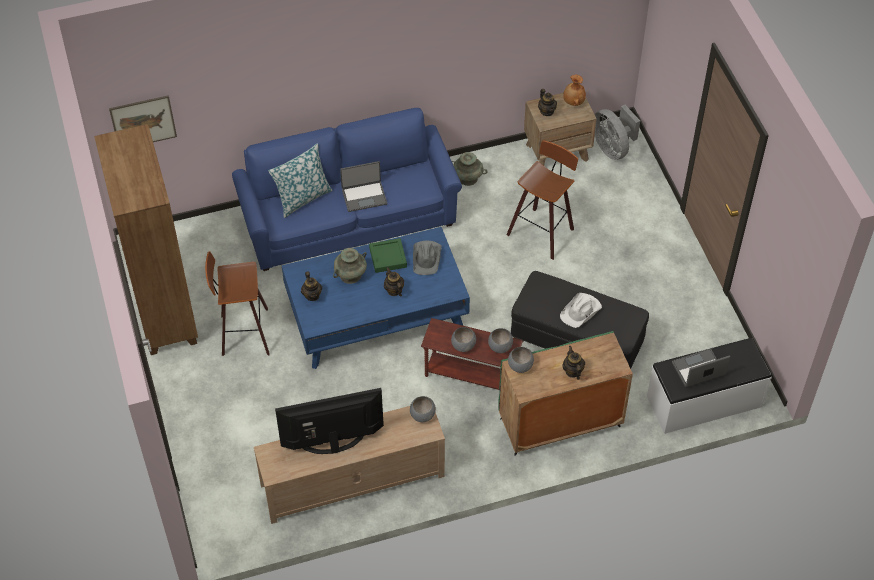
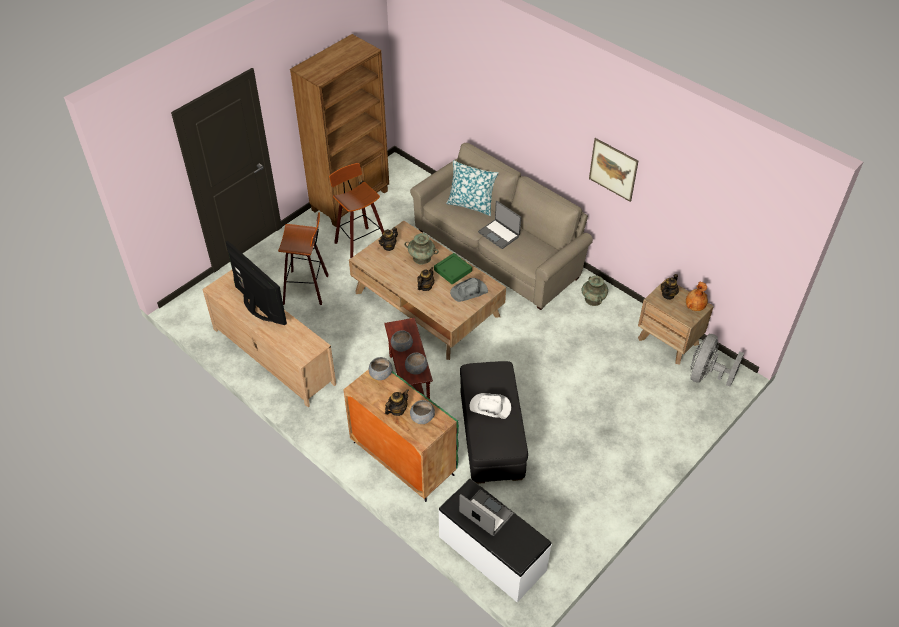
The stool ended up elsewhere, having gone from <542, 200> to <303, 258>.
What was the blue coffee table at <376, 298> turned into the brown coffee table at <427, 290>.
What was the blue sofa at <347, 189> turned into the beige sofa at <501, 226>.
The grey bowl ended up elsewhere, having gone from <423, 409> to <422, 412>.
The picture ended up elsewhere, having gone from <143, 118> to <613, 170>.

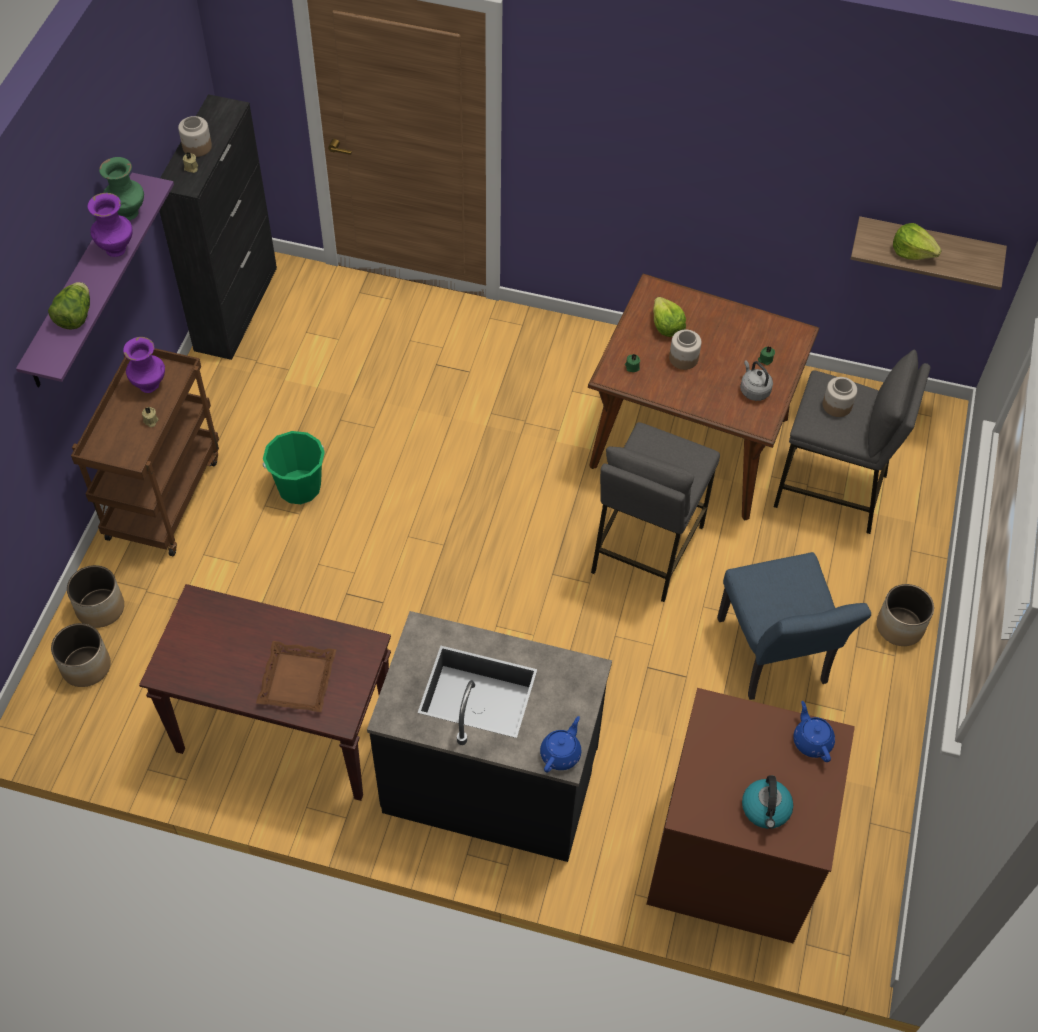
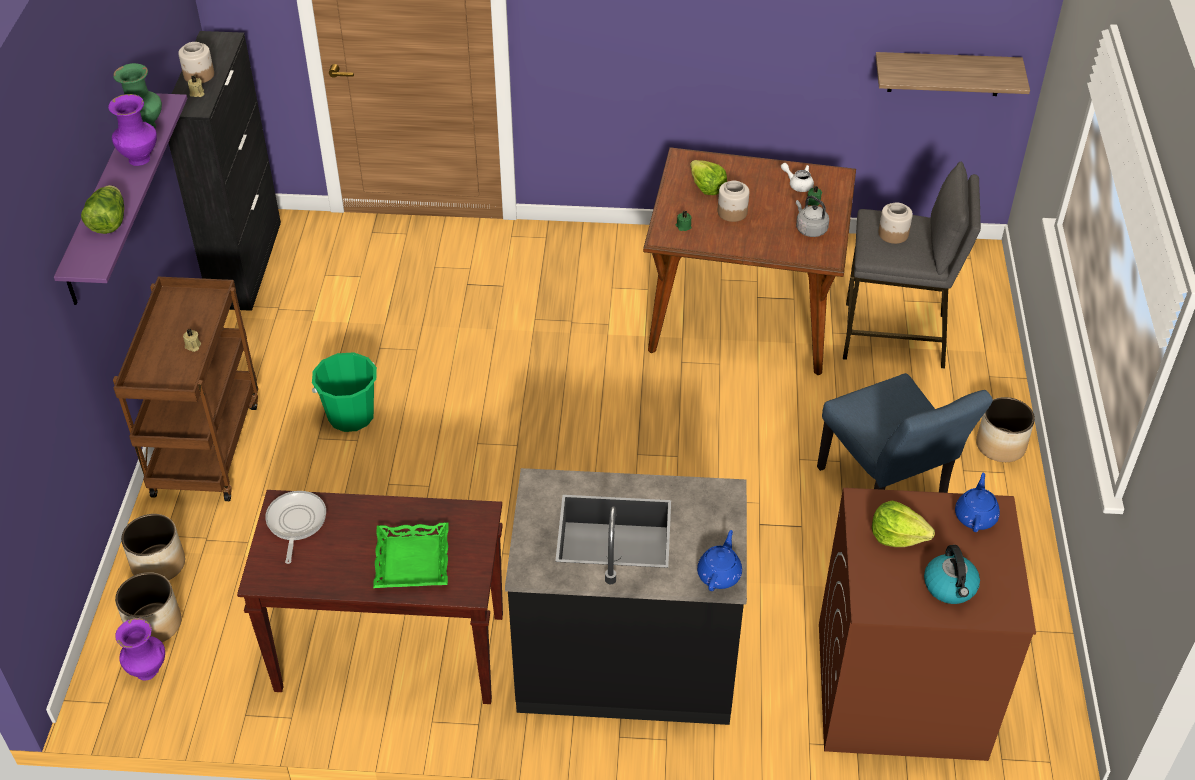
The purple vase ended up elsewhere, having gone from <144, 365> to <140, 649>.
The second view gained the frying pan at <295, 527>.
What was the brown tray at <296, 676> turned into the green tray at <411, 555>.
The second view gained the white teapot at <797, 177>.
The lettuce ended up elsewhere, having gone from <917, 241> to <903, 524>.
The blue teapot at <814, 731> ended up facing another way, 45 degrees clockwise from before.
The second view lost the grey stool at <655, 512>.

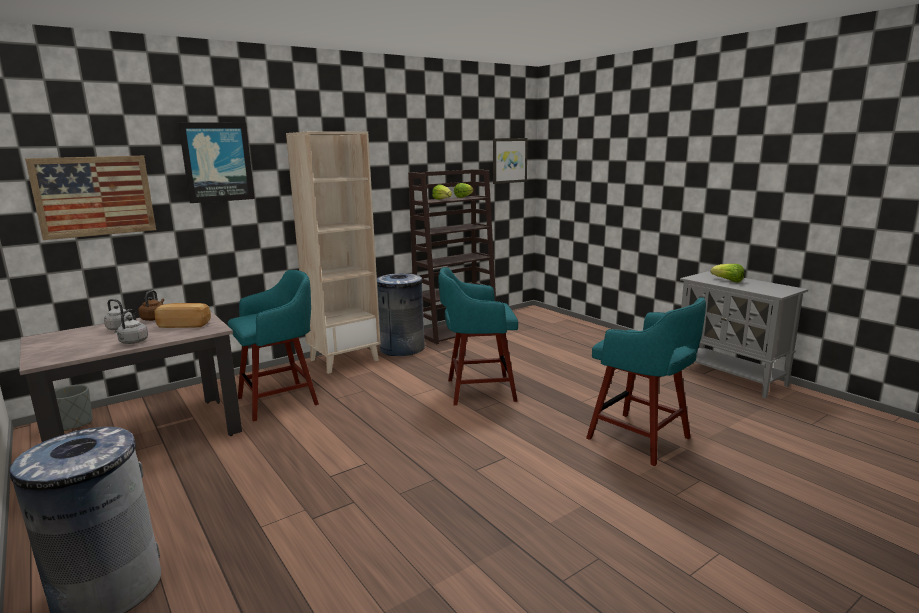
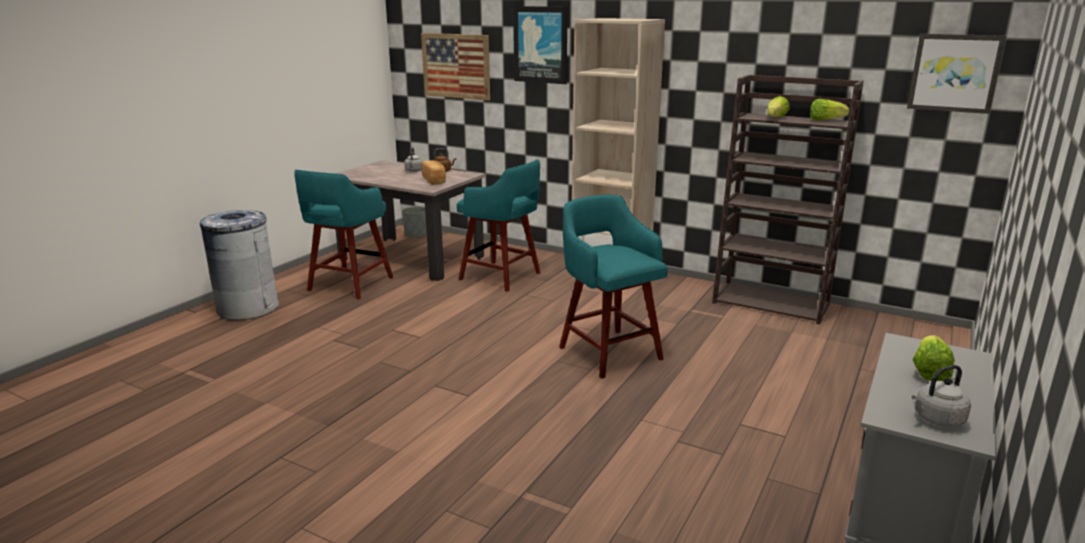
The turquoise stool ended up elsewhere, having gone from <646, 381> to <343, 234>.
The grey kettle ended up elsewhere, having gone from <131, 326> to <941, 396>.
The second view lost the grey trash can at <401, 314>.

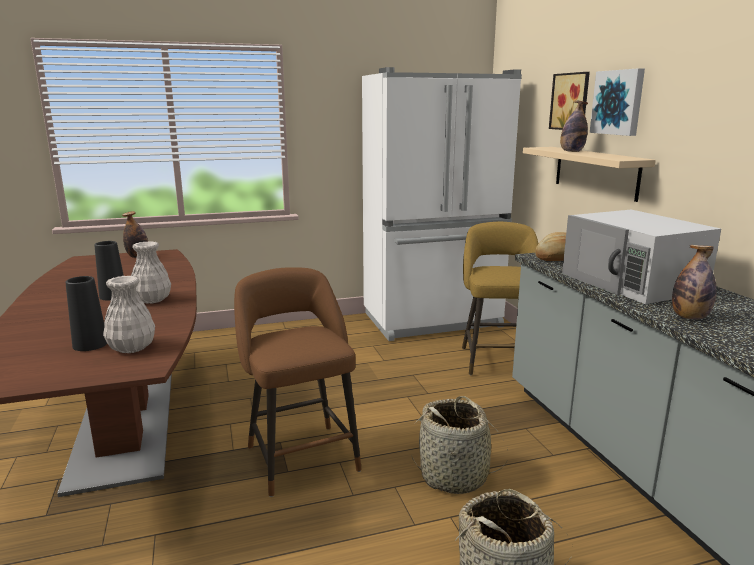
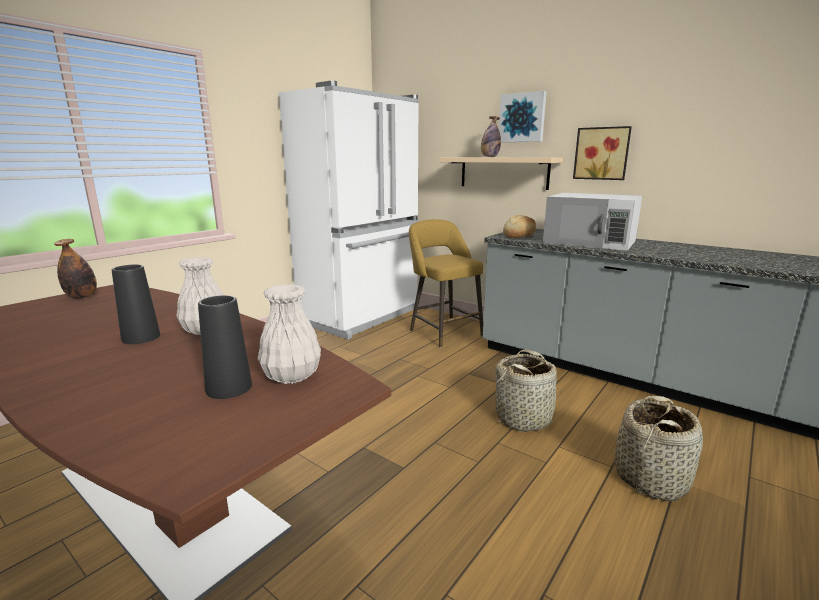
The picture ended up elsewhere, having gone from <569, 101> to <602, 153>.
The second view lost the brown stool at <298, 382>.
The second view lost the bottle at <694, 282>.

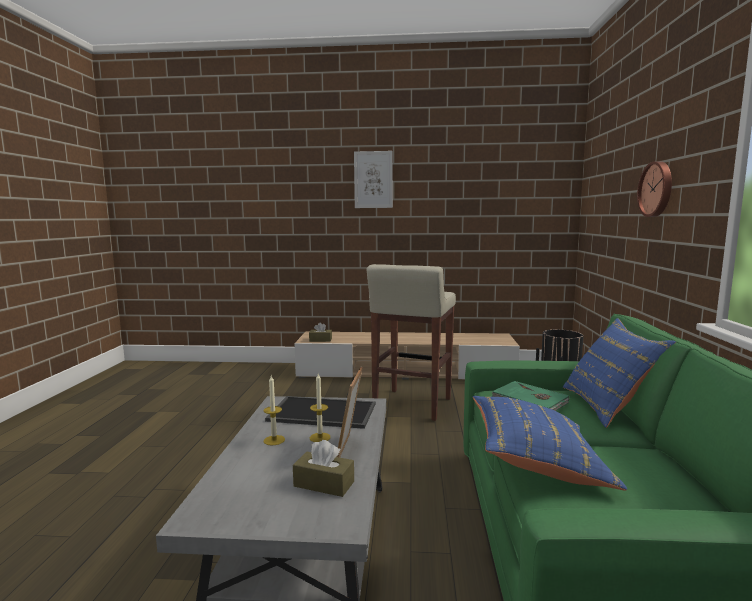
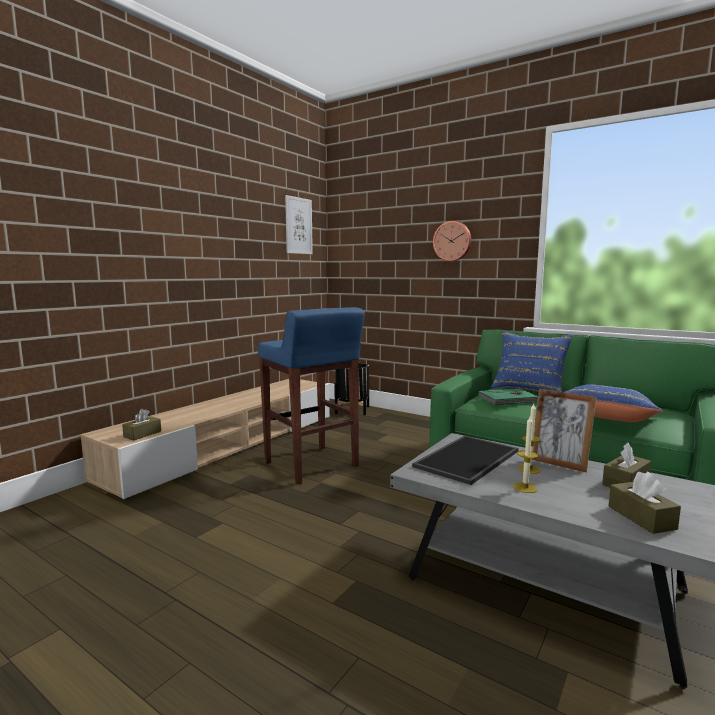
What was the beige stool at <411, 342> turned into the blue stool at <311, 395>.
The picture ended up elsewhere, having gone from <373, 179> to <299, 224>.
The second view gained the brown tissue box at <645, 503>.

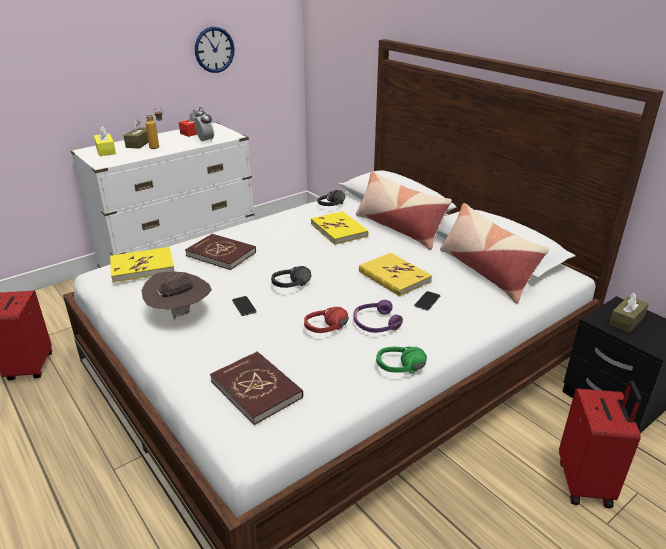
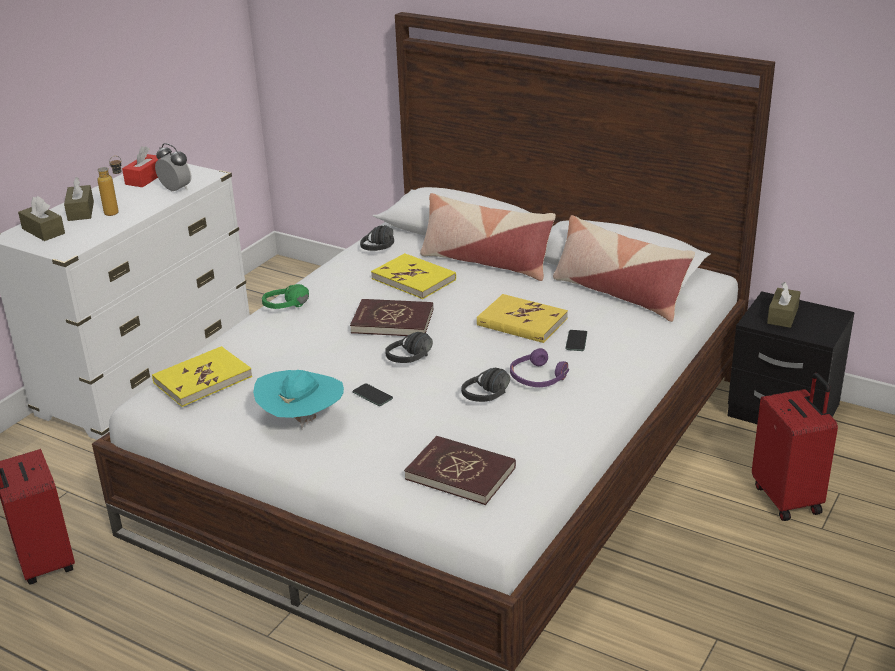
What was the yellow tissue box at <105, 141> turned into the brown tissue box at <41, 218>.
What was the brown hat at <176, 295> turned into the turquoise hat at <298, 400>.
The green headphones ended up elsewhere, having gone from <401, 360> to <285, 296>.
The red book ended up elsewhere, having gone from <220, 252> to <391, 317>.
What was the red headphones at <326, 320> turned into the black headphones at <485, 385>.
The second view lost the wall clock at <215, 50>.

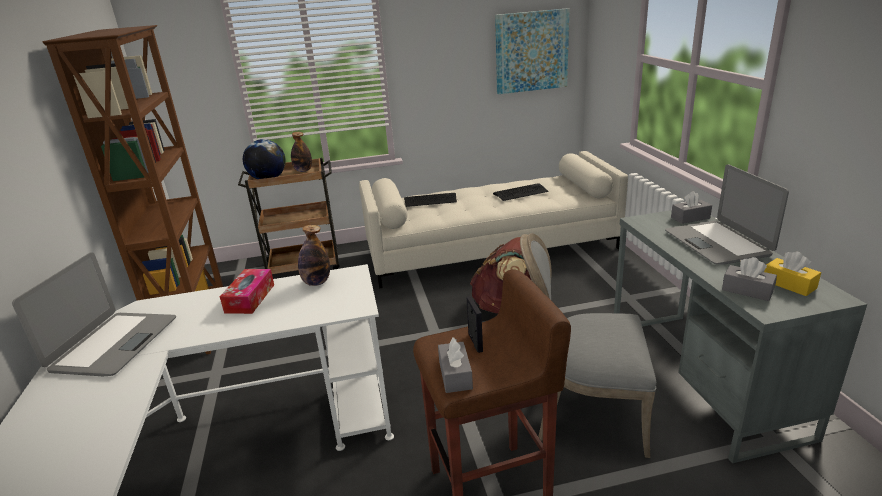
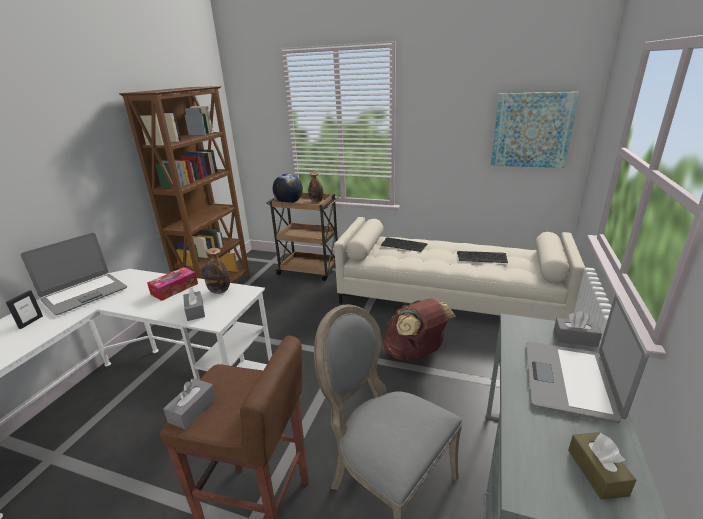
The picture frame ended up elsewhere, having gone from <475, 324> to <24, 309>.
The grey tissue box ended up elsewhere, having gone from <749, 279> to <194, 304>.
What was the yellow tissue box at <792, 273> turned into the brown tissue box at <602, 466>.

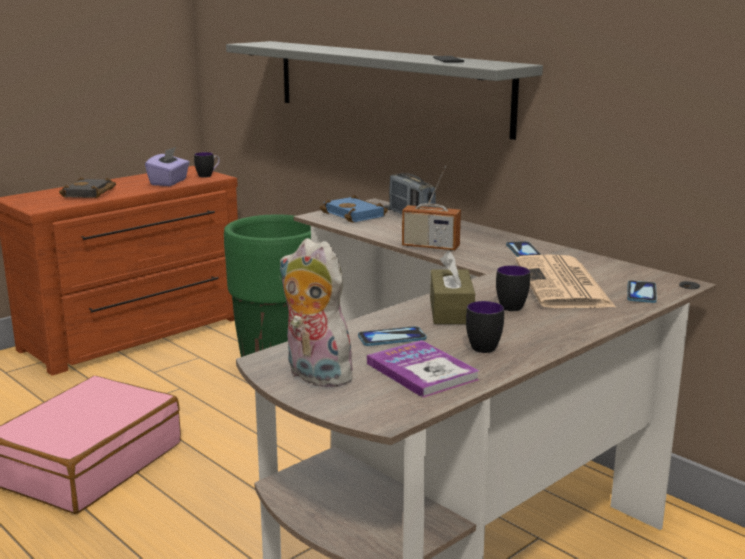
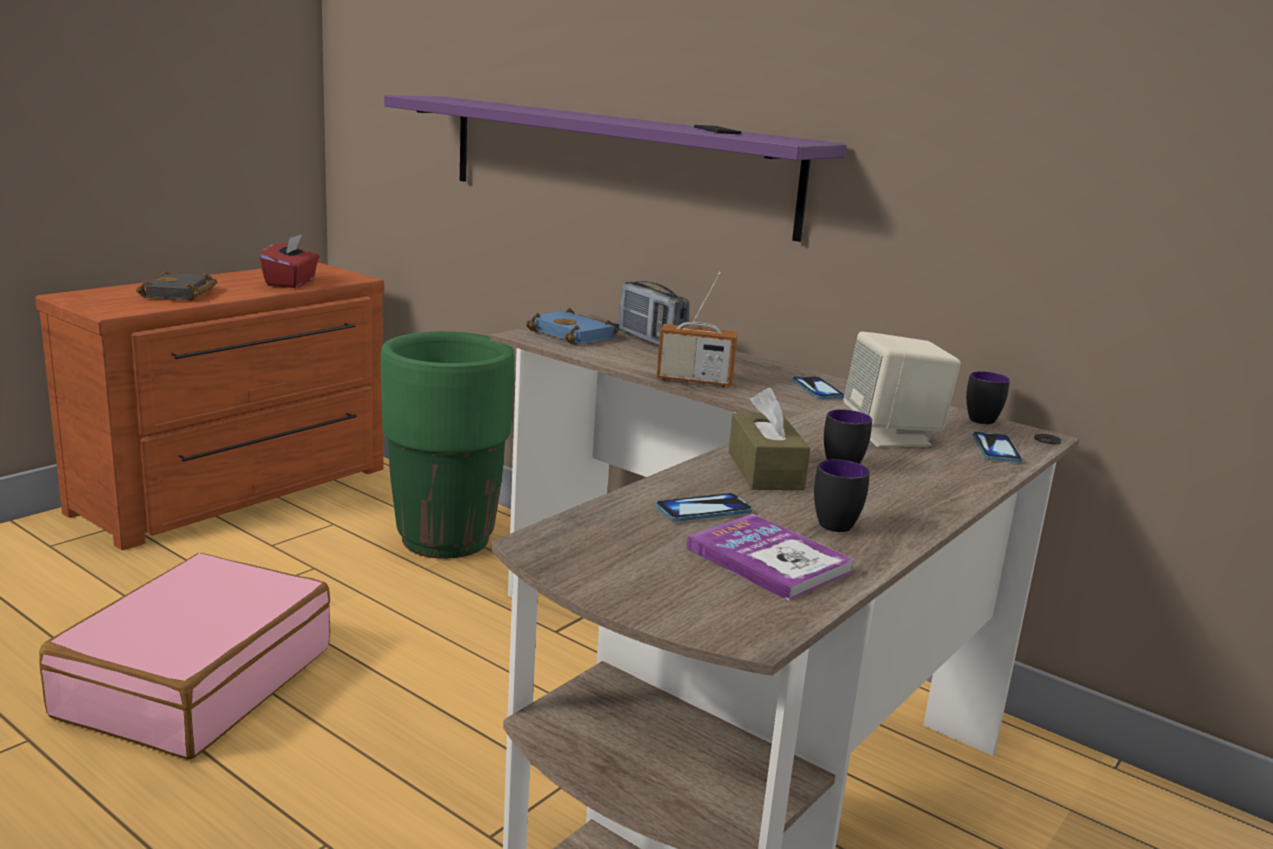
What was the purple tissue box at <167, 166> turned into the red tissue box at <289, 261>.
What was the grey shelf at <384, 90> turned into the purple shelf at <615, 168>.
Where the newspaper stood at <565, 281>, the beige speaker came to stand at <902, 389>.
The mug ended up elsewhere, having gone from <207, 165> to <988, 397>.
The second view lost the plush toy at <319, 312>.

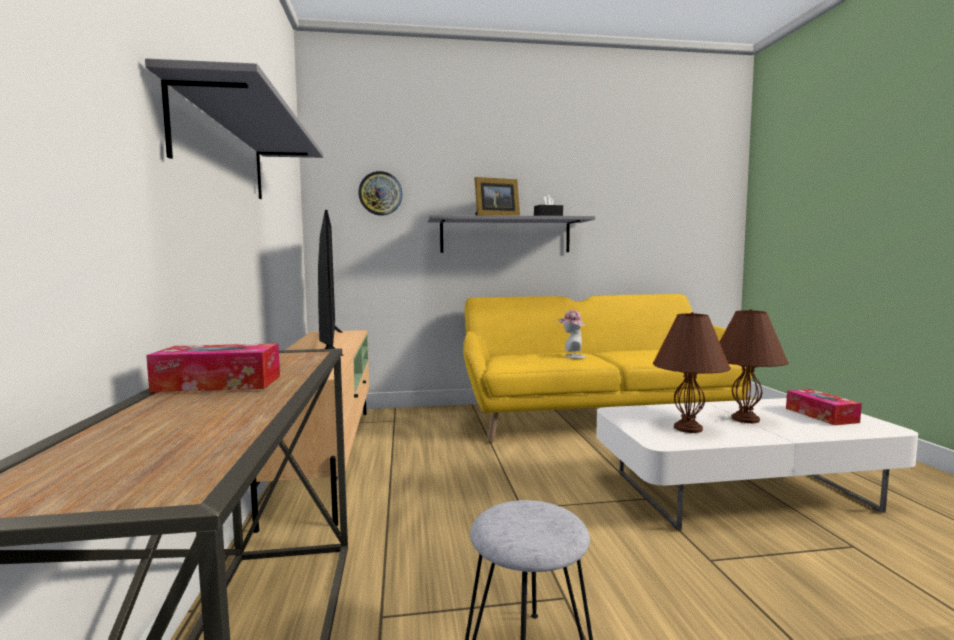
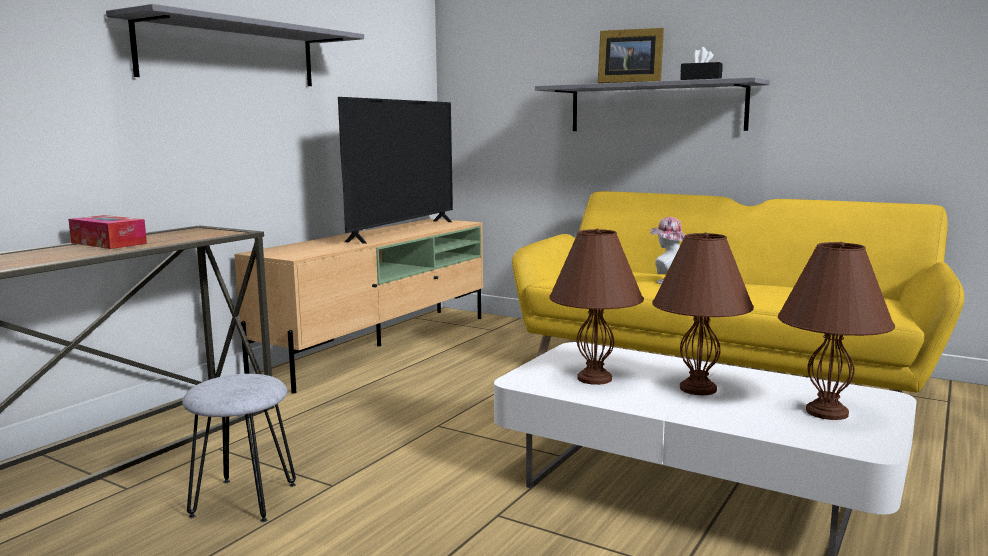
Where the tissue box stood at <824, 407>, the brown table lamp came to stand at <836, 331>.
The second view lost the wall clock at <380, 193>.

